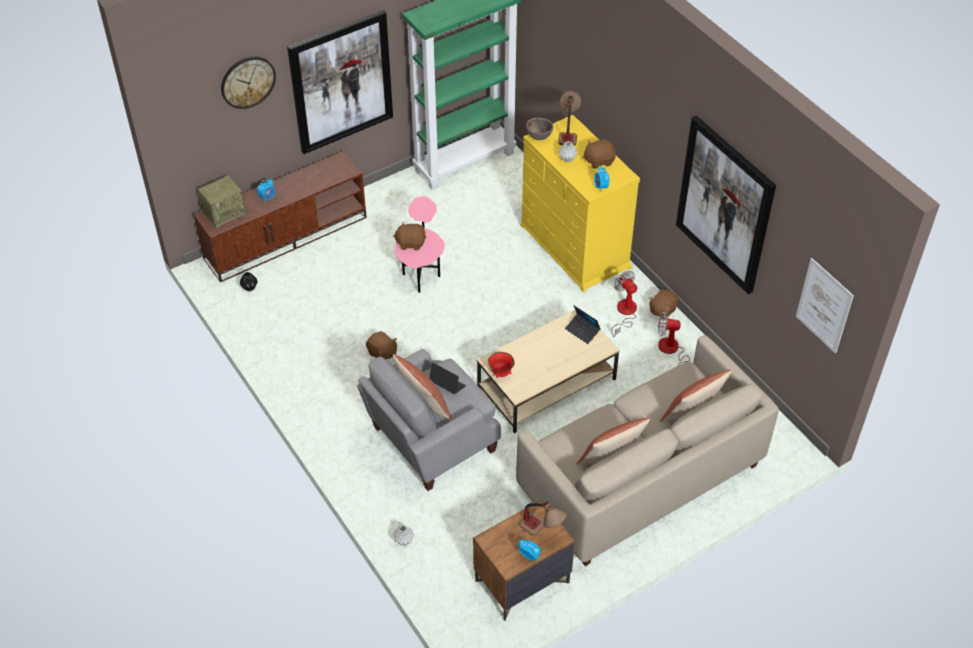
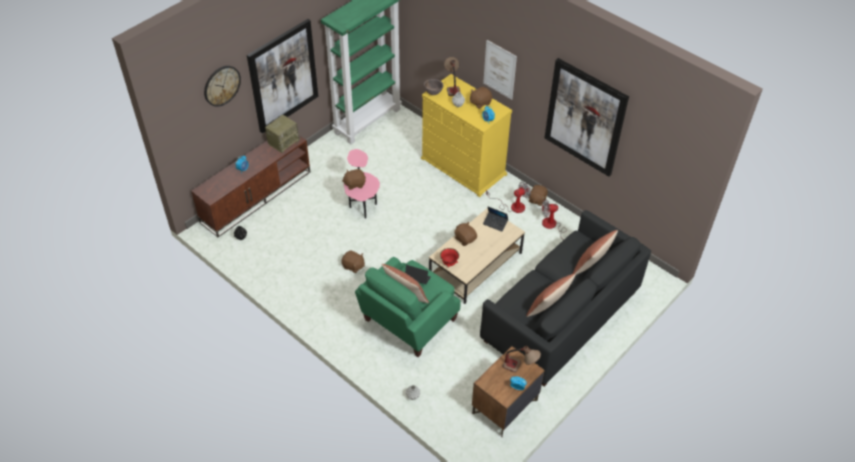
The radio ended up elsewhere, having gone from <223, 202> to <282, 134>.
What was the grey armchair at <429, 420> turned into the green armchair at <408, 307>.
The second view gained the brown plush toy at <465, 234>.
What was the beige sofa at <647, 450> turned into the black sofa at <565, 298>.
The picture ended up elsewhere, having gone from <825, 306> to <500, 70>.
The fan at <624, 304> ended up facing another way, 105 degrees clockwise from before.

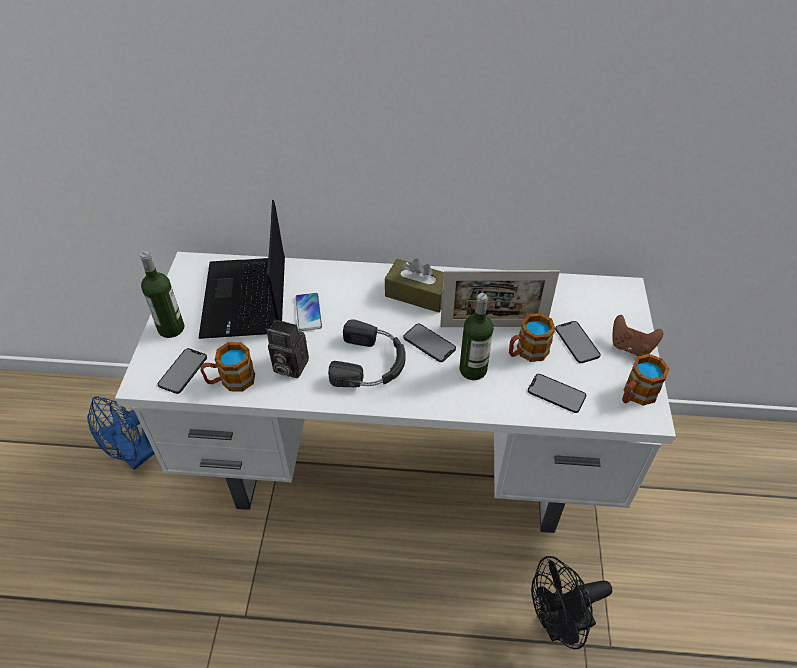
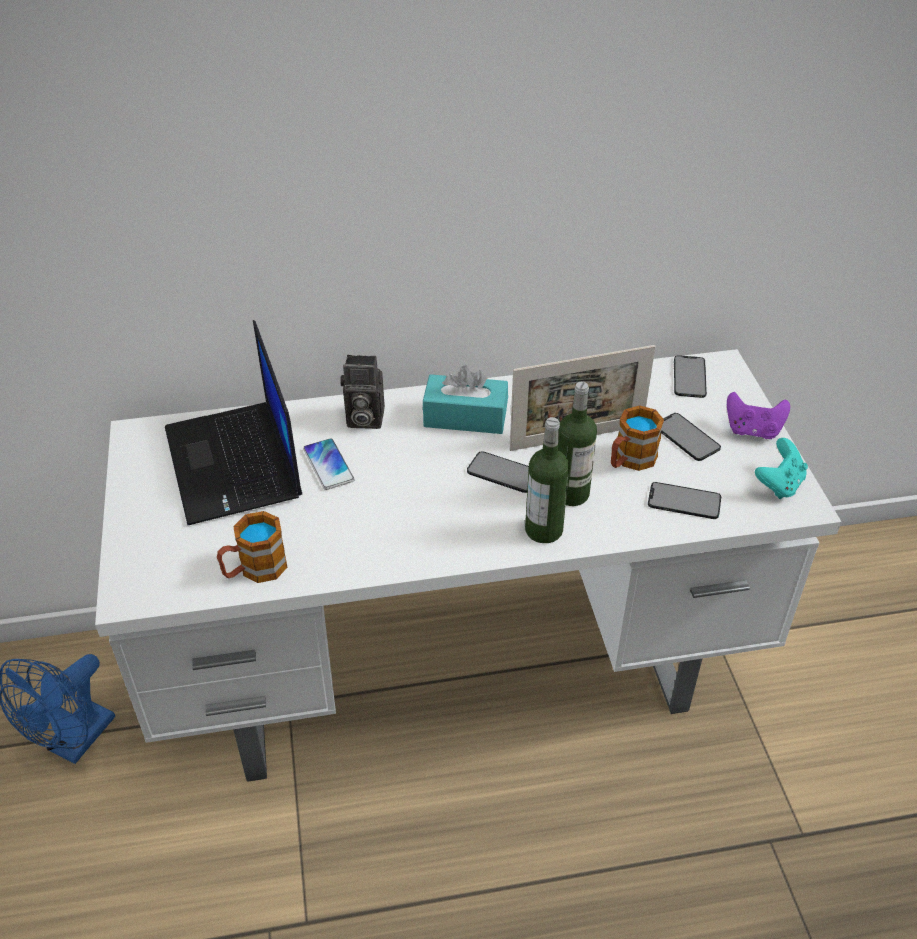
The photo camera ended up elsewhere, having gone from <288, 348> to <362, 392>.
What was the brown tissue box at <414, 286> turned into the turquoise tissue box at <465, 399>.
The bottle ended up elsewhere, having gone from <162, 294> to <547, 480>.
The phone ended up elsewhere, having gone from <182, 371> to <690, 376>.
What was the brown game controller at <637, 335> turned into the purple game controller at <758, 415>.
Where the mug stood at <645, 380>, the turquoise game controller came to stand at <781, 468>.
The second view lost the black headphones at <366, 353>.
The second view lost the black fan at <571, 603>.

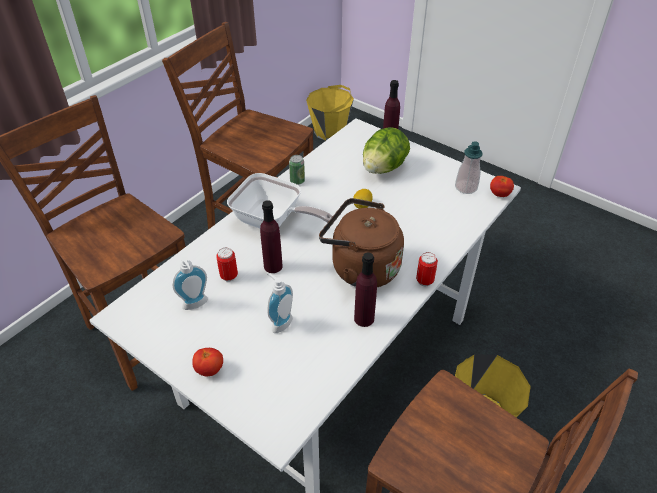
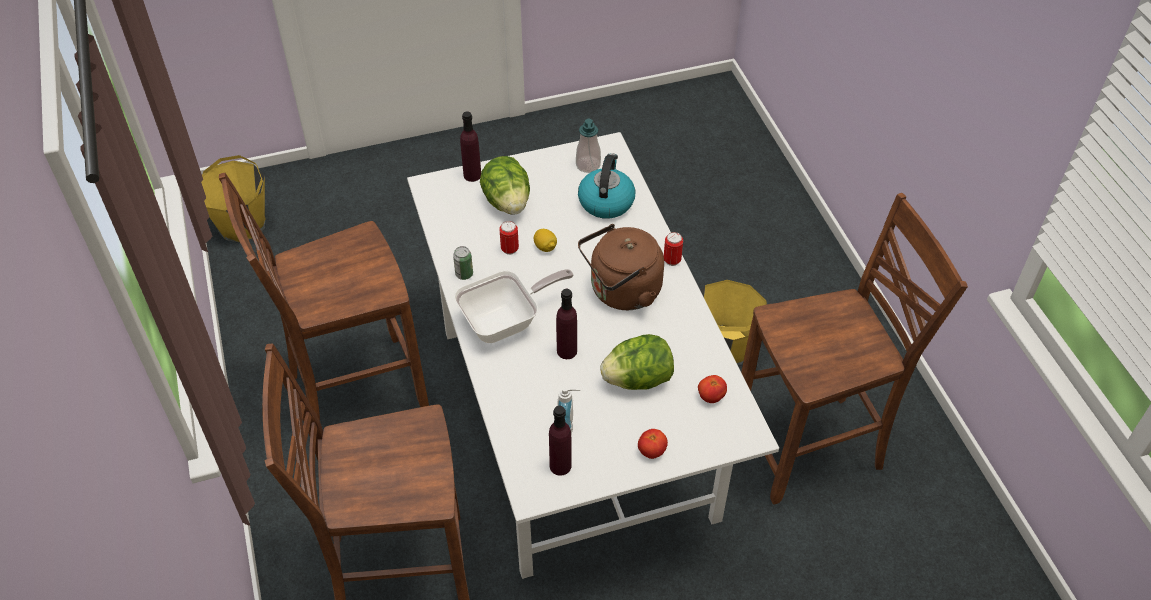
The can ended up elsewhere, having gone from <227, 265> to <509, 238>.
The purple bottle ended up elsewhere, having gone from <365, 289> to <560, 441>.
The second view gained the kettle at <606, 186>.
Where the soap dispenser stood at <280, 303>, the lettuce came to stand at <637, 362>.
The tomato ended up elsewhere, having gone from <502, 186> to <712, 389>.

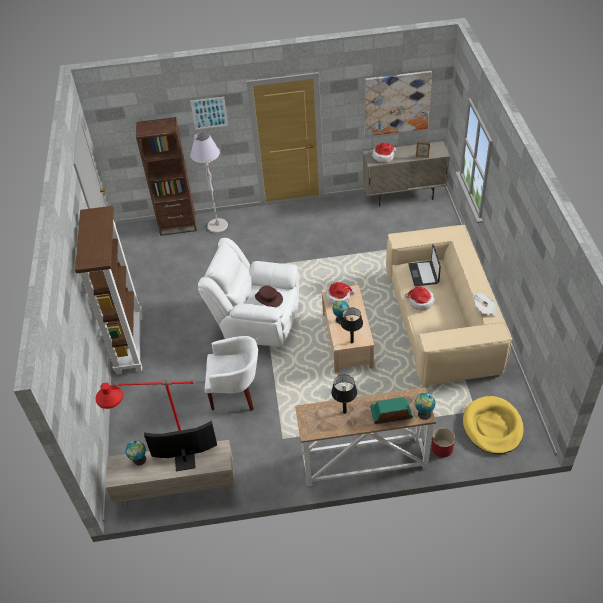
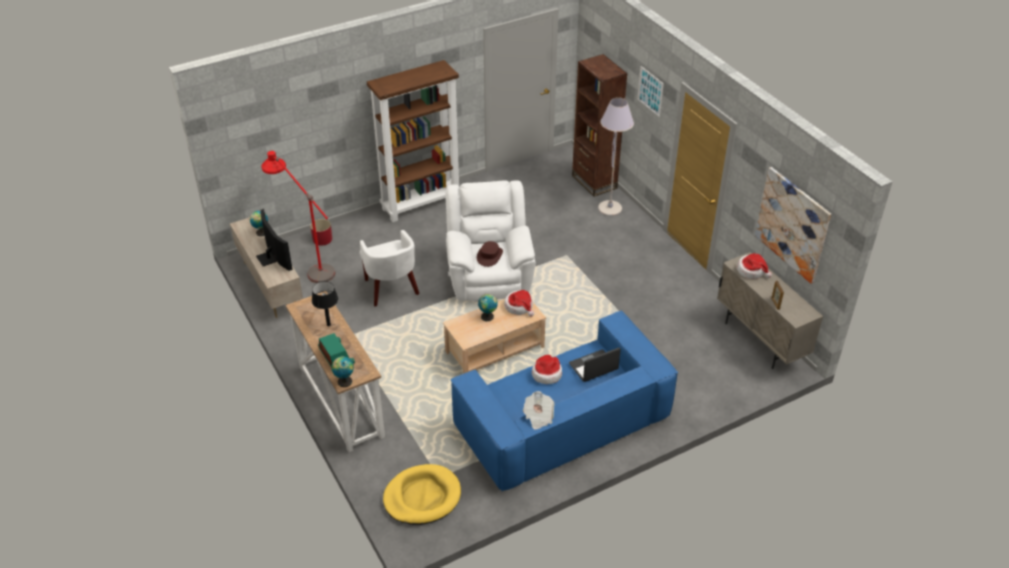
The red planter ended up elsewhere, having gone from <443, 443> to <321, 232>.
What was the beige sofa at <449, 305> turned into the blue sofa at <564, 401>.
The second view lost the black table lamp at <352, 325>.

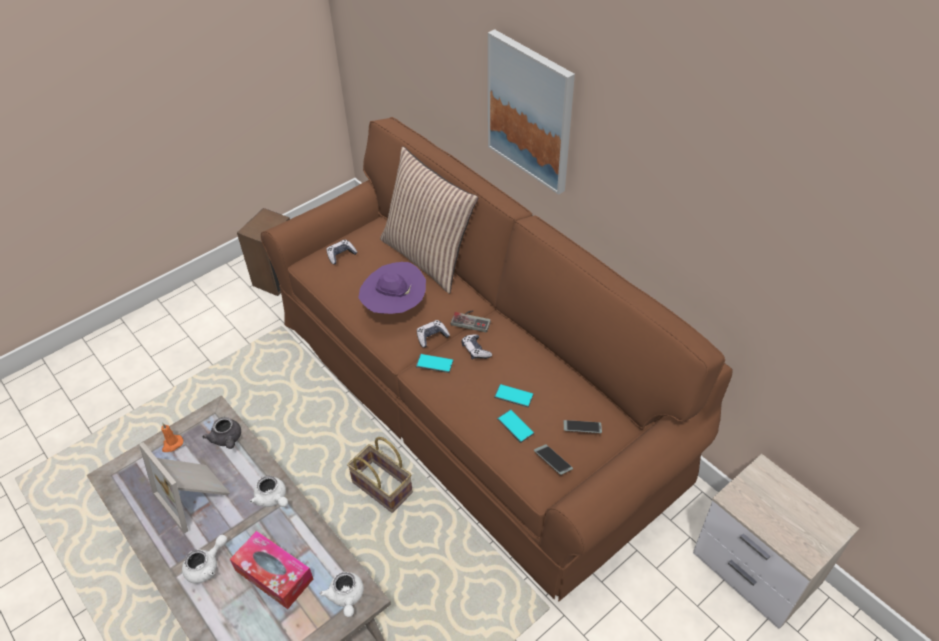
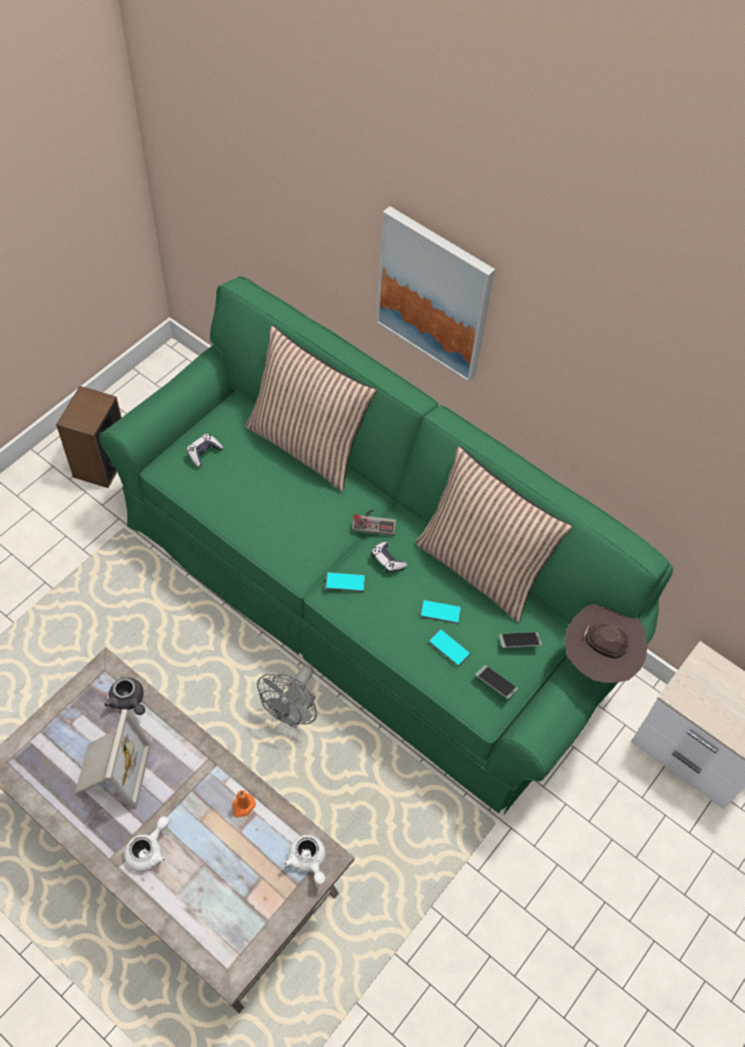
The picture frame at <184, 488> ended up facing another way, 120 degrees counterclockwise from before.
What was the brown sofa at <497, 359> turned into the green sofa at <386, 545>.
The orange candle ended up elsewhere, having gone from <172, 437> to <244, 804>.
Where the basket stood at <380, 475>, the grey fan came to stand at <287, 697>.
The second view gained the pillow at <494, 534>.
The second view gained the brown hat at <606, 643>.
The second view lost the tissue box at <271, 570>.
The second view lost the white teapot at <269, 491>.
The second view lost the purple hat at <392, 288>.
The second view lost the game controller at <433, 334>.

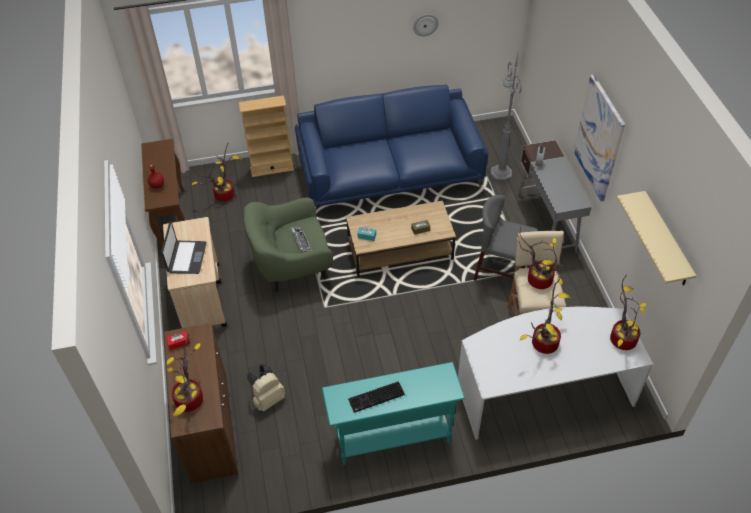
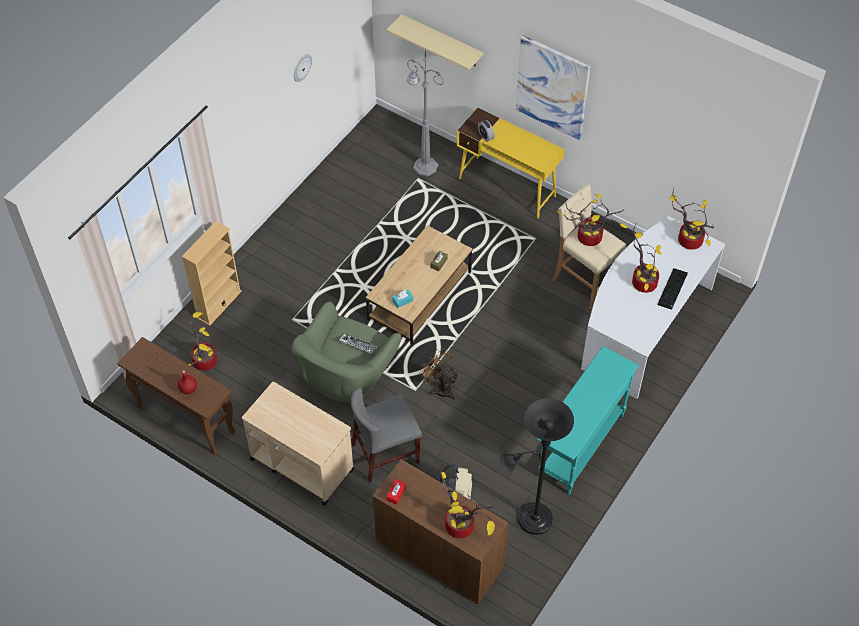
The grey chair ended up elsewhere, having gone from <506, 238> to <386, 435>.
The beige shelf ended up elsewhere, having gone from <656, 238> to <434, 42>.
The second view gained the brown fan at <439, 374>.
What was the grey desk at <554, 196> turned into the yellow desk at <511, 163>.
The second view gained the black floor lamp at <537, 466>.
The keyboard ended up elsewhere, having gone from <376, 397> to <673, 289>.
The second view lost the laptop at <184, 247>.
The second view lost the blue sofa at <391, 147>.

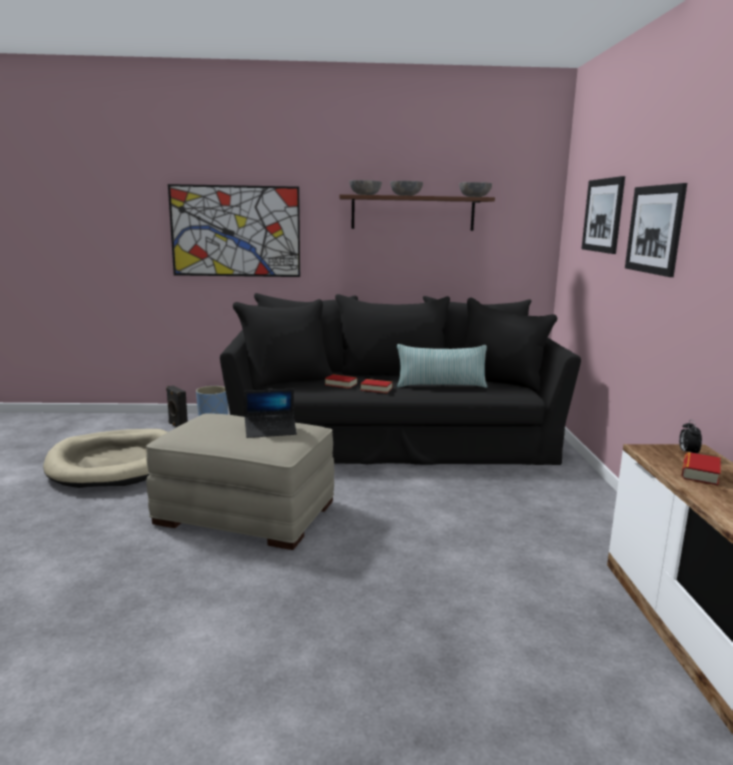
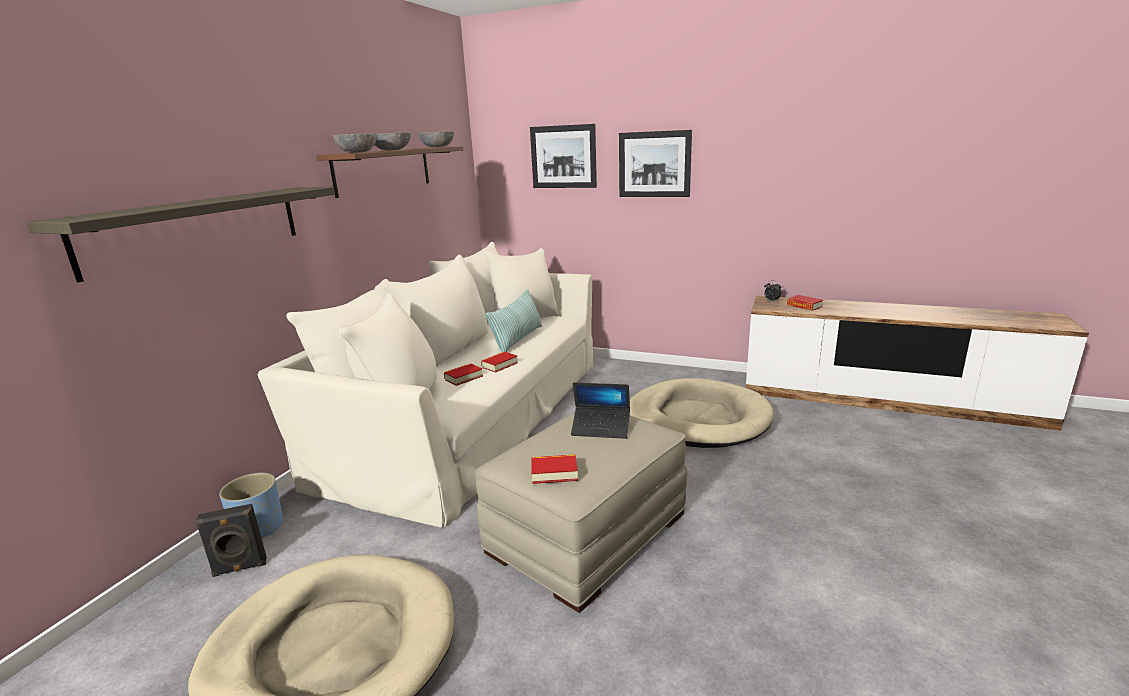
Where the picture hung at <234, 230>, the shelf came to hang at <180, 235>.
What was the black sofa at <400, 379> turned into the beige sofa at <425, 385>.
The second view gained the book at <554, 469>.
The laptop at <270, 413> ended up facing another way, 90 degrees clockwise from before.
The second view gained the beige dog bed at <702, 413>.

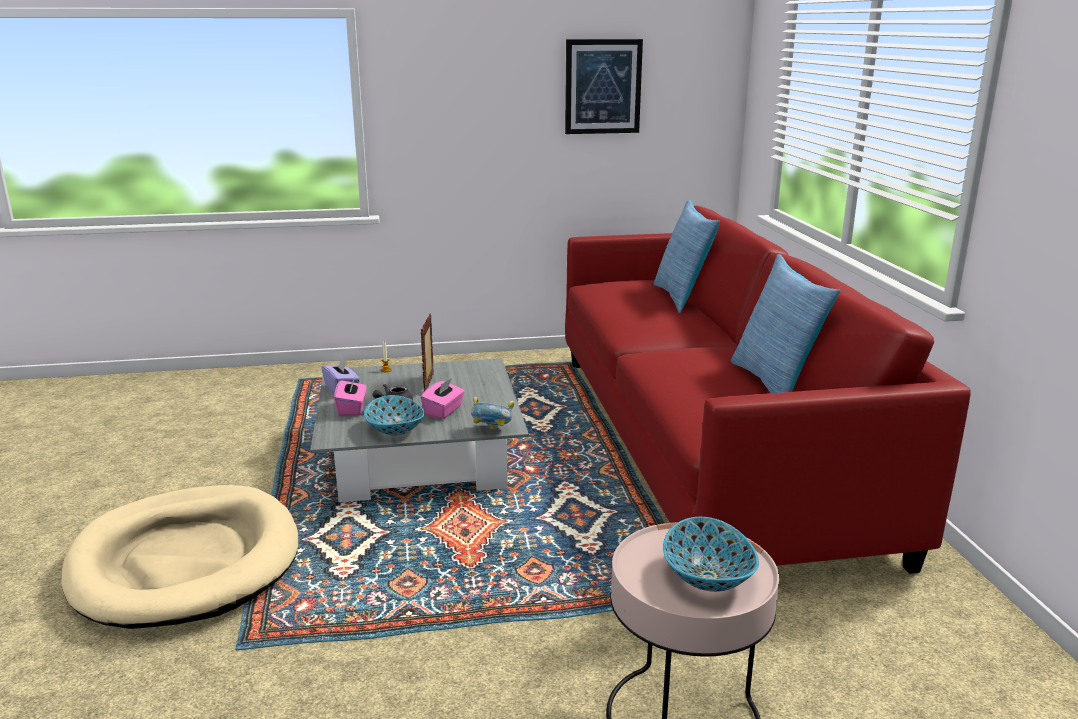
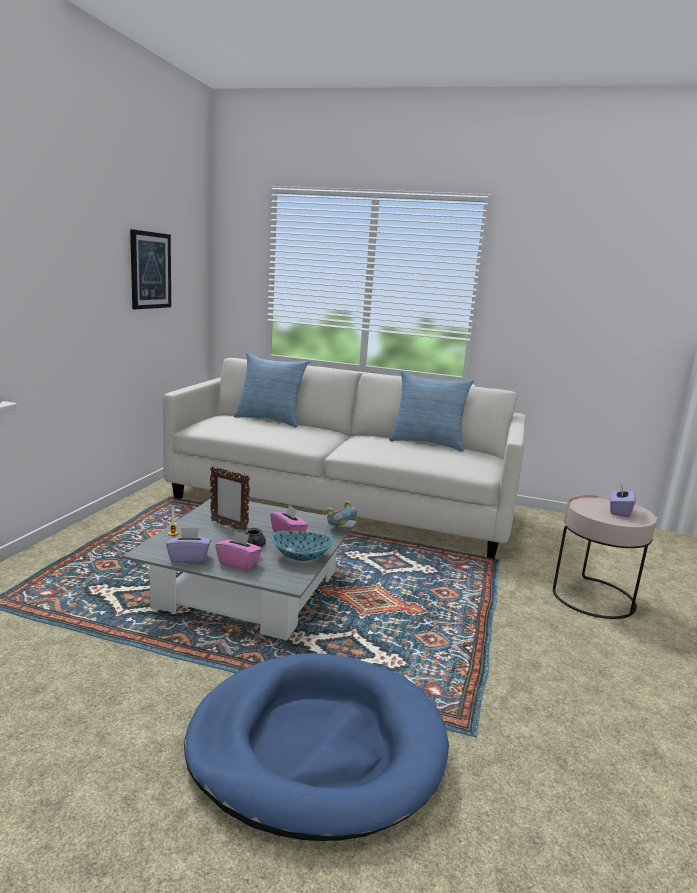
What was the red sofa at <768, 390> turned into the white sofa at <344, 458>.
What was the beige dog bed at <179, 557> turned into the blue dog bed at <316, 747>.
Where the bowl stood at <711, 554>, the purple tissue box came to stand at <623, 500>.

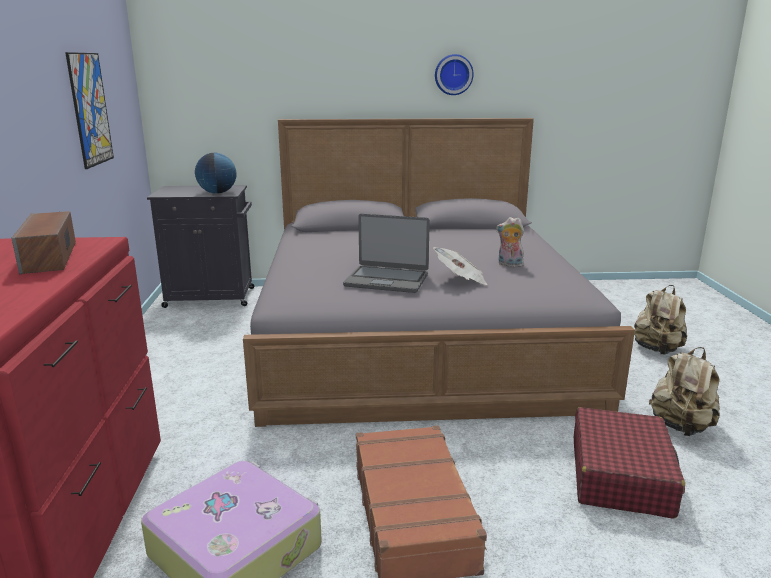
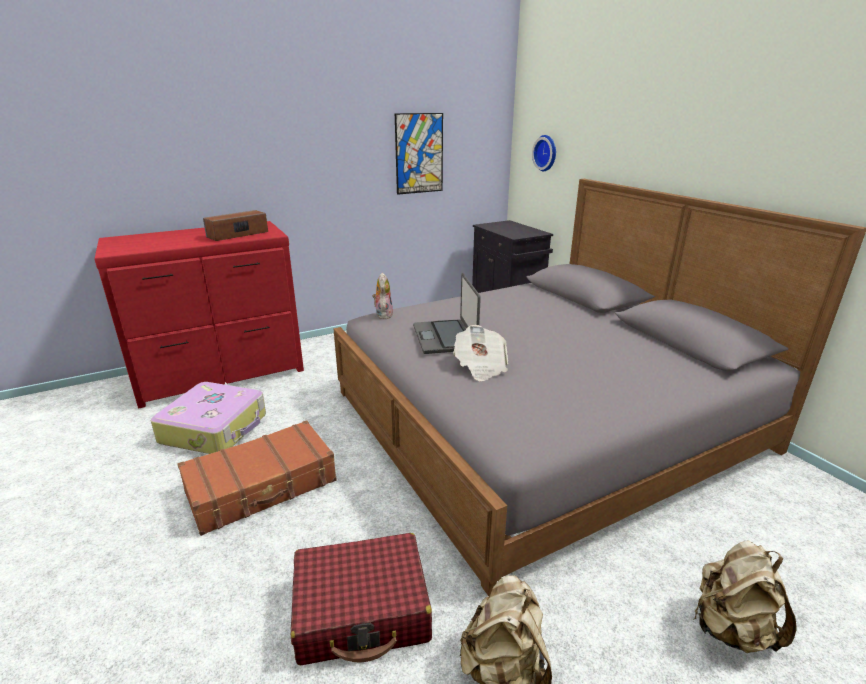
The plush toy ended up elsewhere, having gone from <510, 242> to <382, 296>.
The wall clock ended up elsewhere, having gone from <454, 74> to <544, 153>.
The second view lost the globe at <215, 173>.

